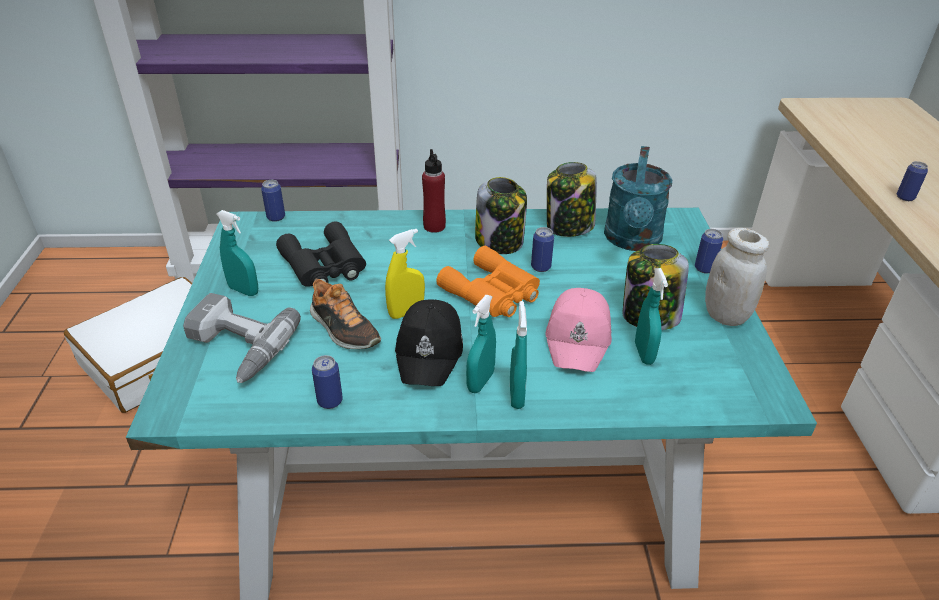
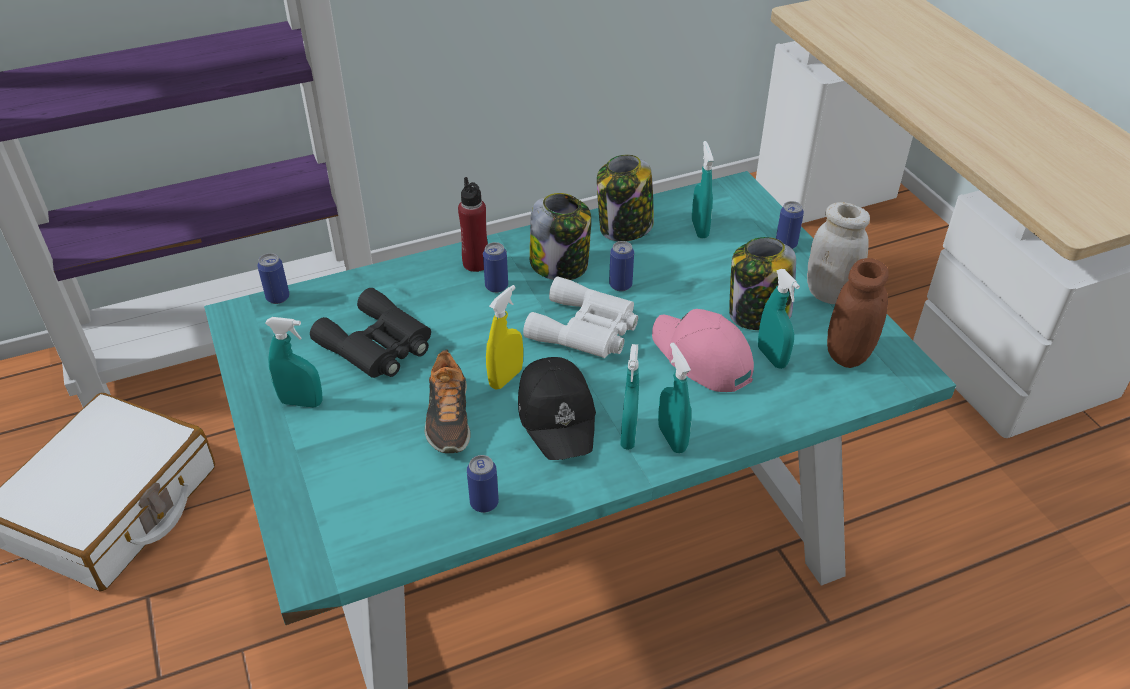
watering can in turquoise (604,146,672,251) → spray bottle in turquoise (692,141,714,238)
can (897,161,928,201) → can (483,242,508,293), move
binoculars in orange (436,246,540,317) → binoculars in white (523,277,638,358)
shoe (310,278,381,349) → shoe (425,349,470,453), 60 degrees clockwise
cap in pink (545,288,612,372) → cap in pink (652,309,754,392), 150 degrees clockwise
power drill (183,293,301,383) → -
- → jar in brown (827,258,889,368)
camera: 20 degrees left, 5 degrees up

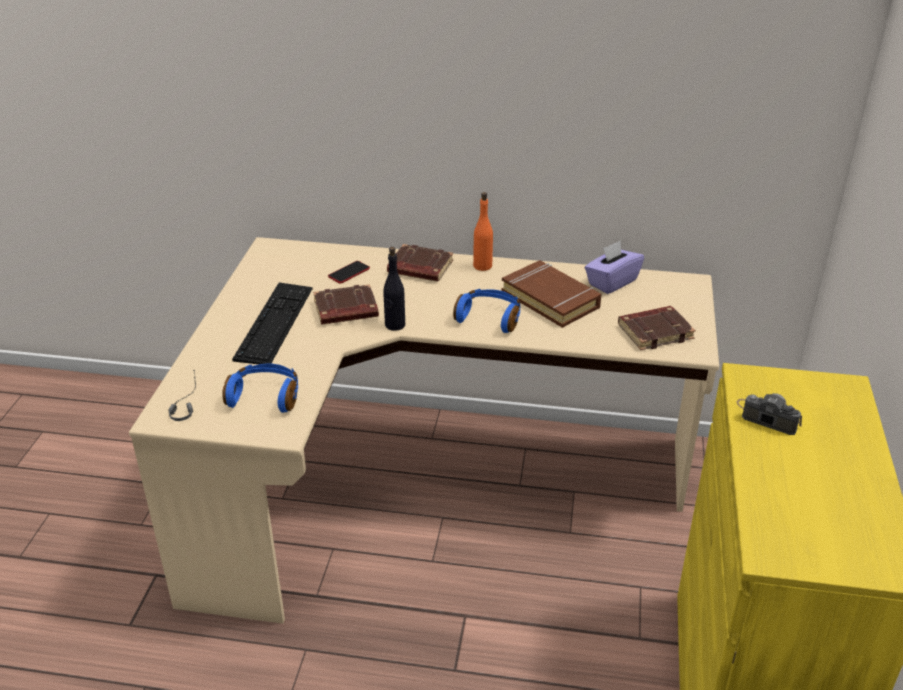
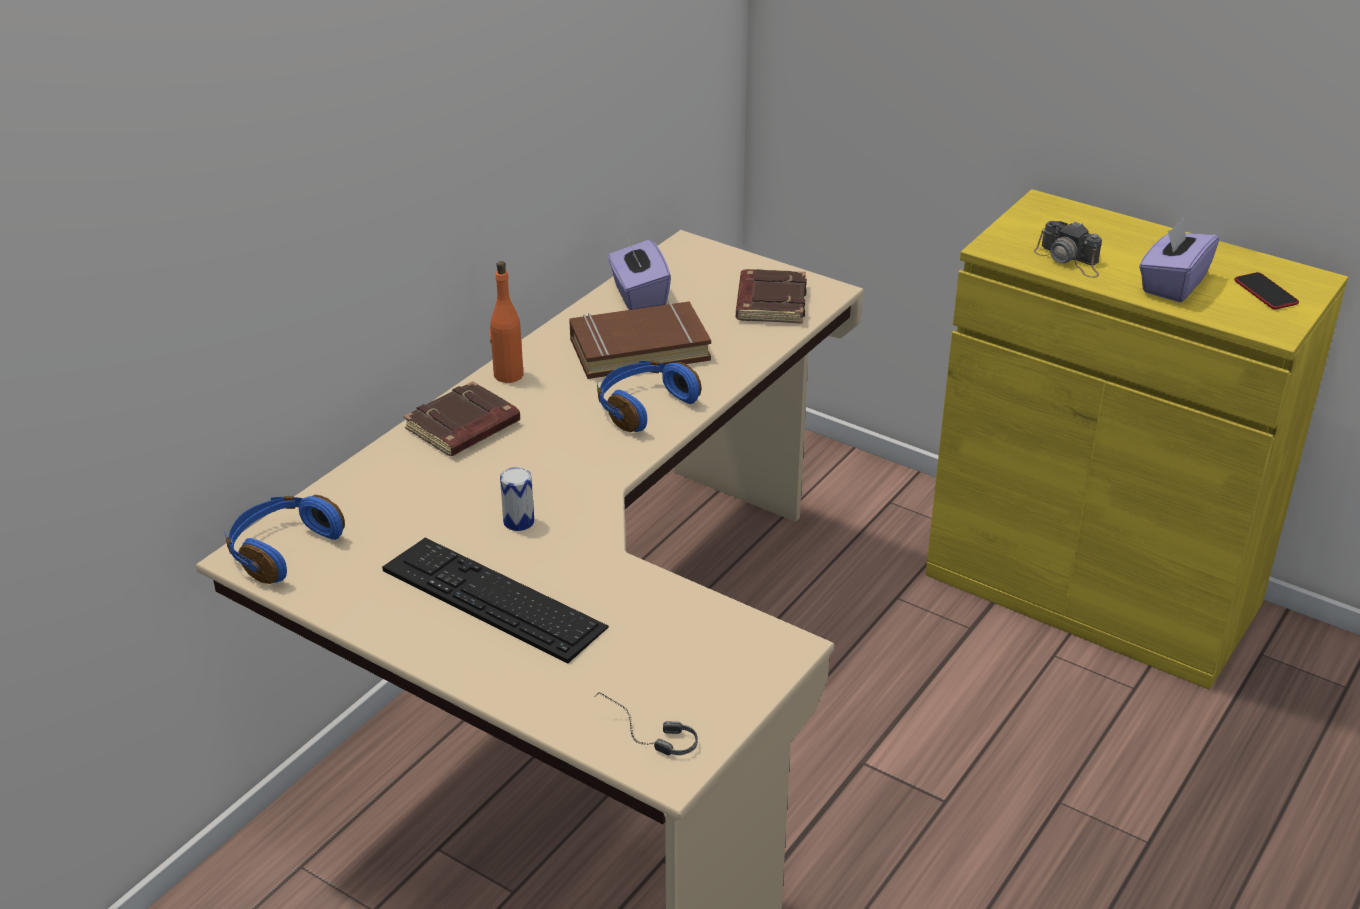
bottle in black (383,247,405,331) → -
phone (328,261,370,283) → phone (1235,272,1299,309), move
book in brown (313,284,379,325) → can (500,467,534,531)
headphones in blue (222,364,298,413) → headphones in blue (224,495,345,584), move
photo camera (736,393,802,435) → photo camera (1034,221,1102,278), 105 degrees counterclockwise
- → tissue box in purple (1139,218,1219,303)
camera: 65 degrees left, 0 degrees up

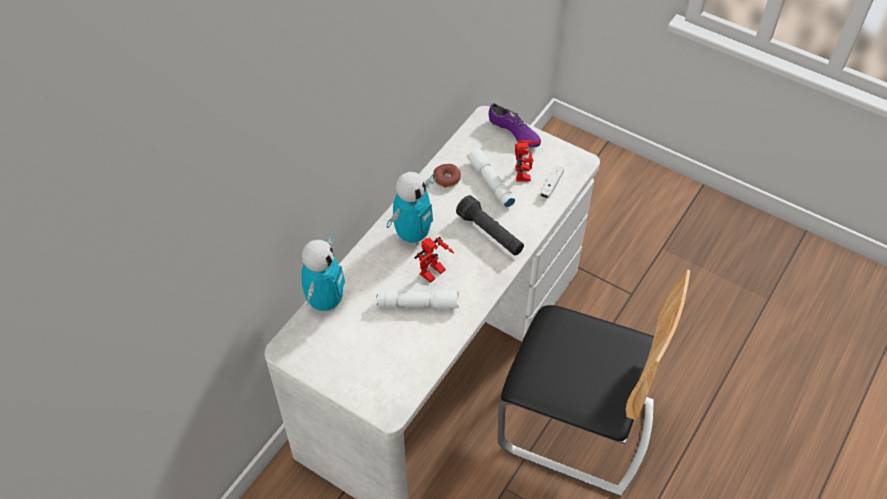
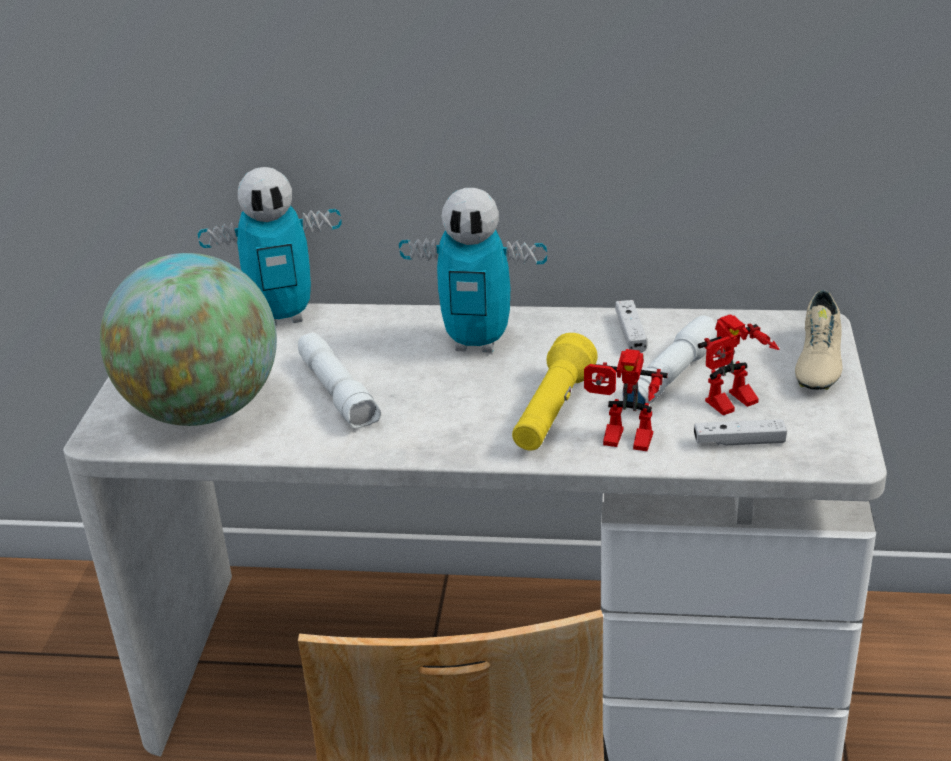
shoe in purple (489,103,541,148) → shoe in beige (795,290,843,390)
donut (433,164,461,188) → game controller in white (615,300,648,353)
flashlight in black (456,195,524,255) → flashlight in yellow (512,333,598,451)
toy robot (414,237,454,283) → toy robot (584,349,668,451), move
- → globe (100,253,277,426)
camera: 65 degrees right, 20 degrees down

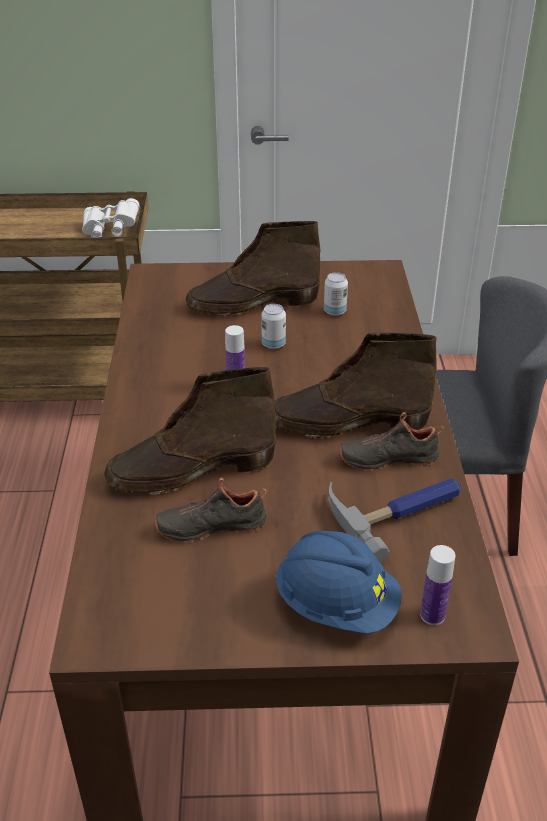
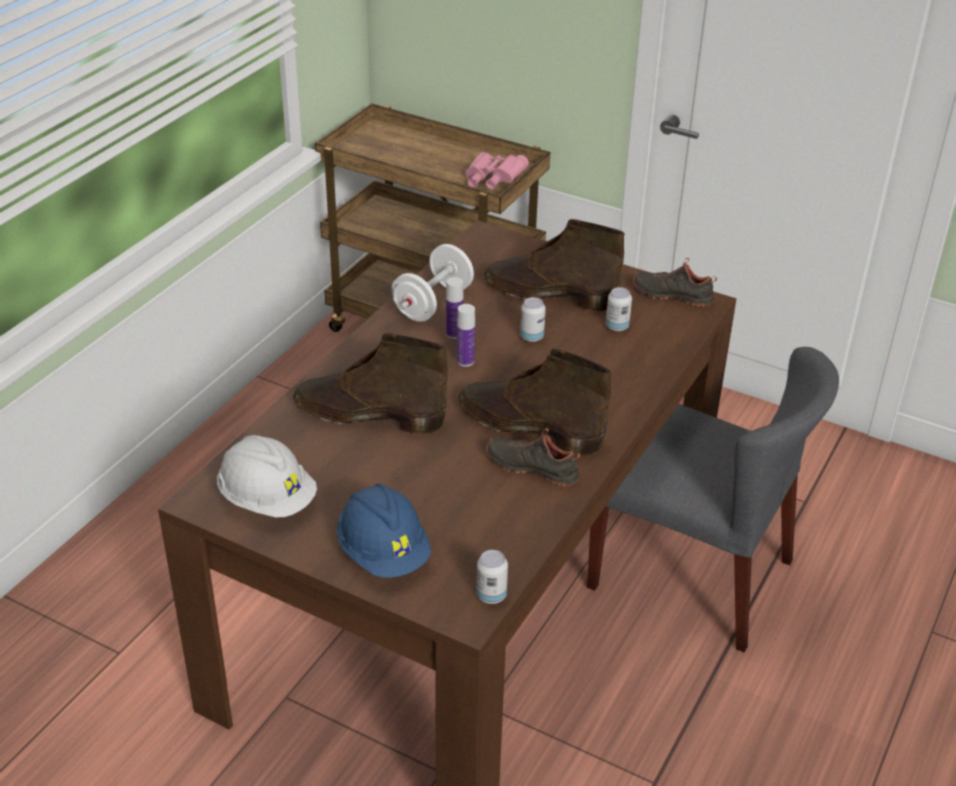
binoculars in white (82,198,139,237) → binoculars in pink (465,152,529,190)
shoe in black (154,477,267,542) → shoe in black (633,258,717,307), move
hammer (329,478,461,562) → -
bottle (420,545,455,625) → bottle (446,277,463,339), move
- → dumbbell in white (392,244,474,322)
- → hard hat in white (217,435,317,517)
- → can (476,550,508,604)
camera: 30 degrees right, 0 degrees up

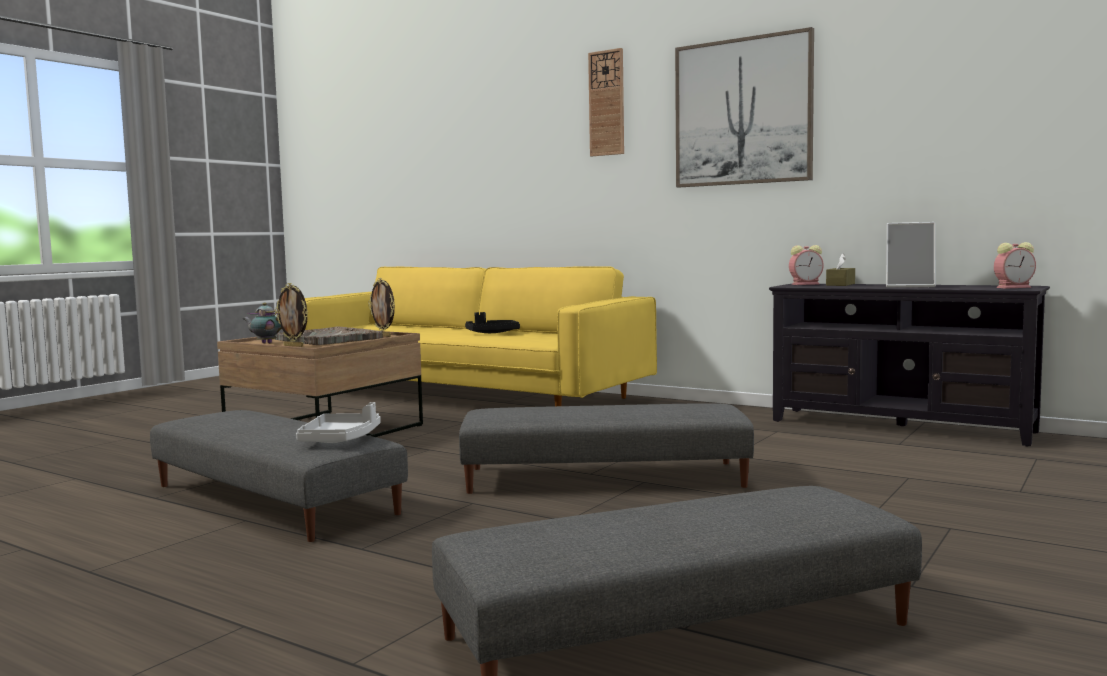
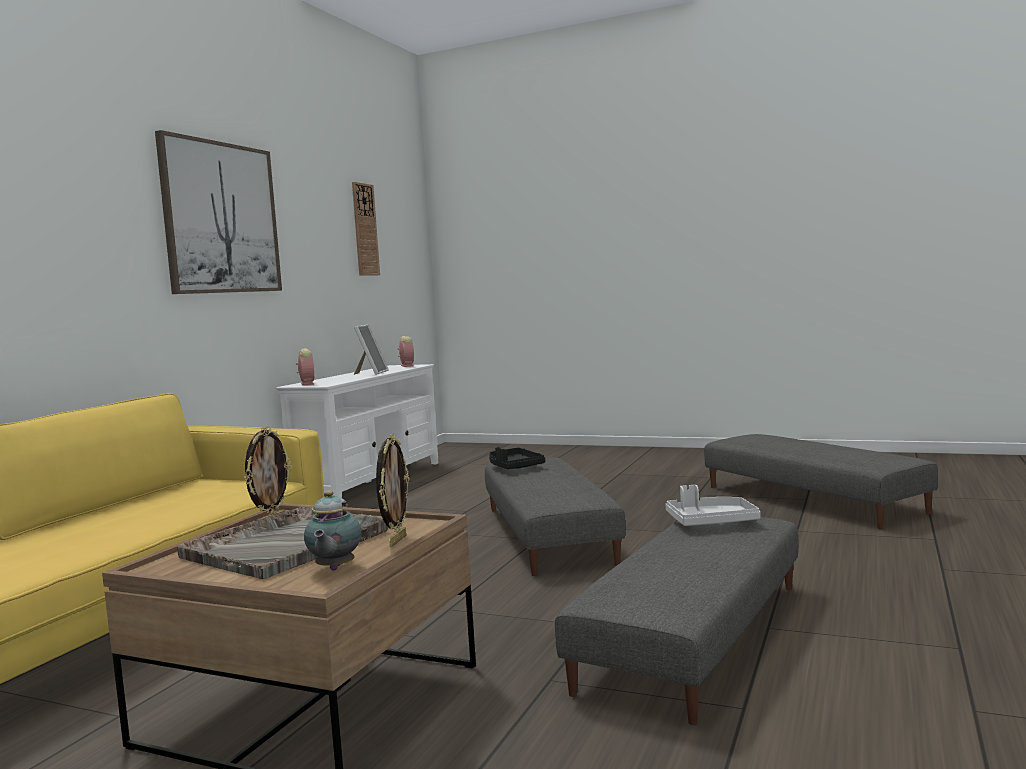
wall clock (588,48,624,156) → wall clock (352,182,380,276), move
tissue box in brown (826,253,855,286) → -
tv stand in black (769,284,1050,446) → tv stand in white (276,364,438,498)
tray in black (465,312,520,333) → tray in black (489,447,545,469), move
camera: 100 degrees left, 0 degrees up

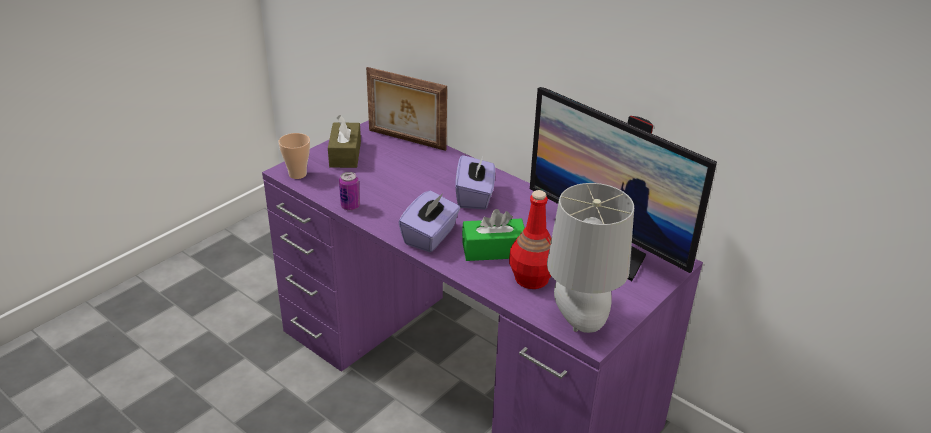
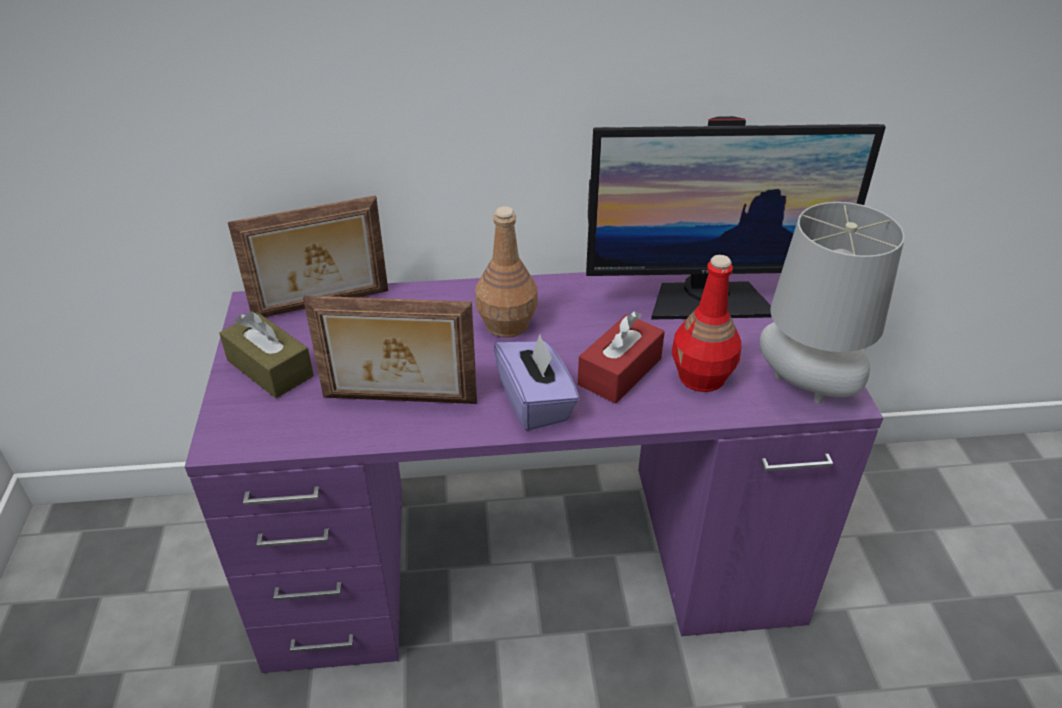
cup (278,133,310,179) → -
tissue box in purple (455,154,495,209) → bottle in brown (475,206,538,338)
can (339,172,360,211) → -
tissue box in green (462,209,525,261) → tissue box in red (578,311,665,404)
- → picture frame (303,296,477,404)
camera: 45 degrees left, 5 degrees up

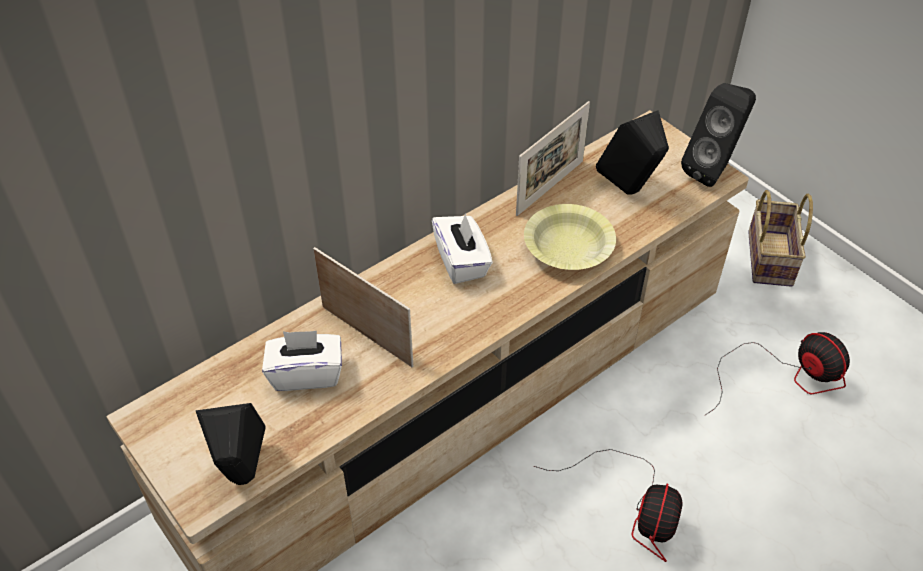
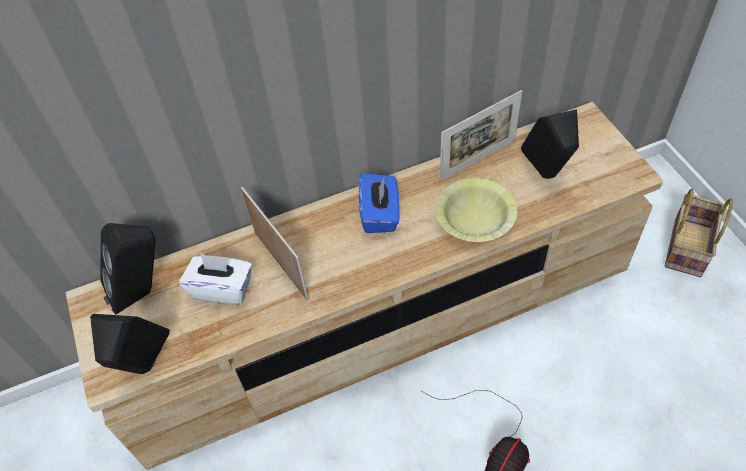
speaker in black (681,83,756,187) → speaker in black (100,223,156,314), move
tissue box in white (432,213,493,284) → tissue box in blue (359,173,400,233)
fan (704,332,850,416) → -
camera: 20 degrees right, 5 degrees up

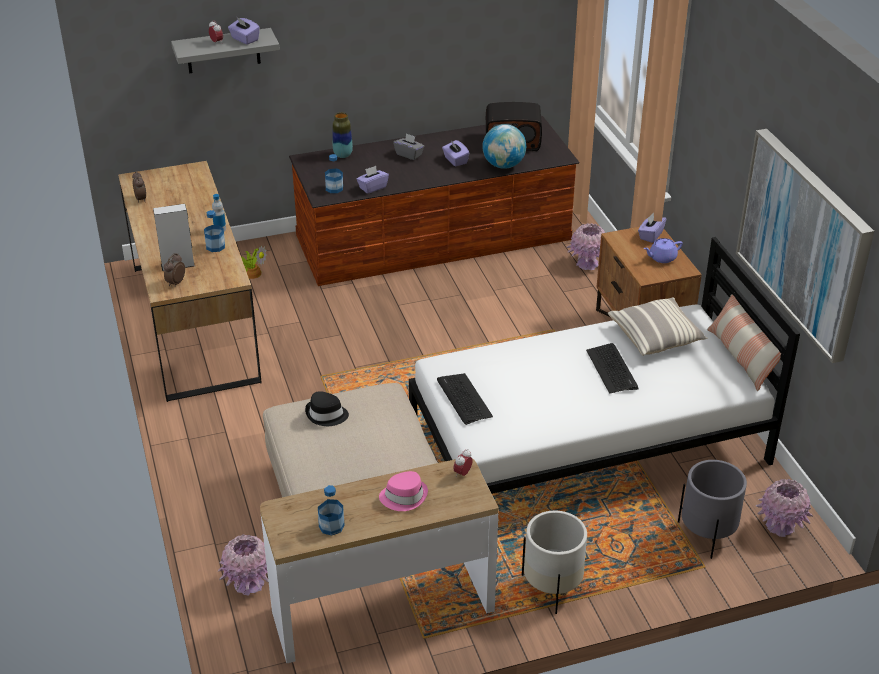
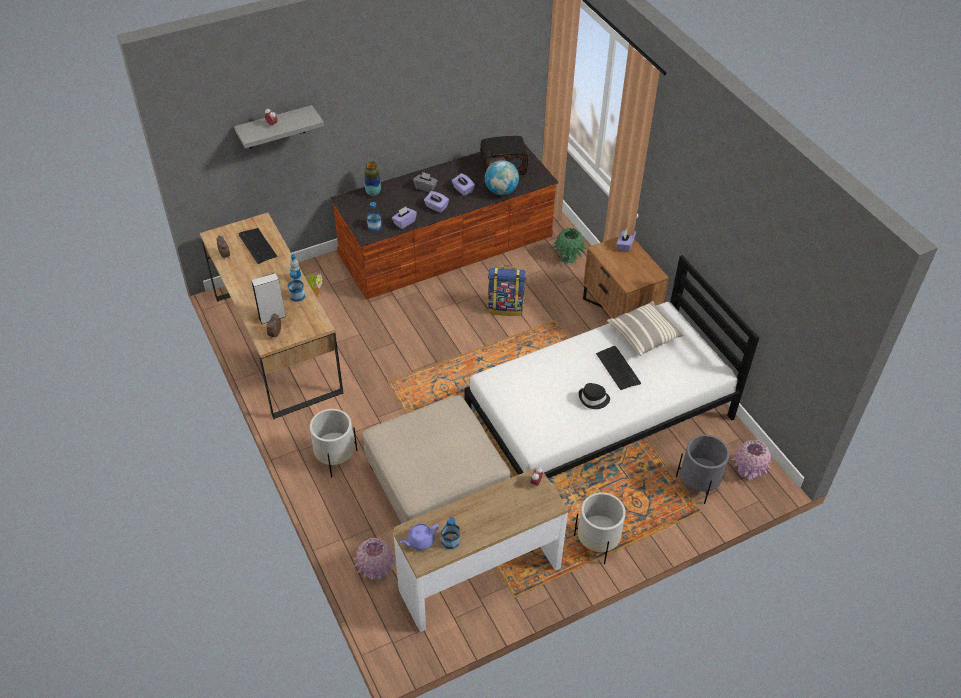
tissue box in purple (228,17,260,45) → tissue box in purple (424,191,449,213), move
picture (736,129,874,363) → -
vase in pink (567,223,605,270) → vase in green (553,228,587,263)
teapot in purple (643,238,683,263) → teapot in purple (400,524,439,551), move
pillow (707,294,781,391) → -
keyboard (437,373,493,425) → keyboard (238,228,277,264), move
hat in black (305,391,349,426) → hat in black (579,383,610,409), move
hat in pink (379,471,428,511) → -
- → backpack (488,265,526,316)
- → planter in white (310,409,357,477)
camera: 10 degrees left, 10 degrees up

